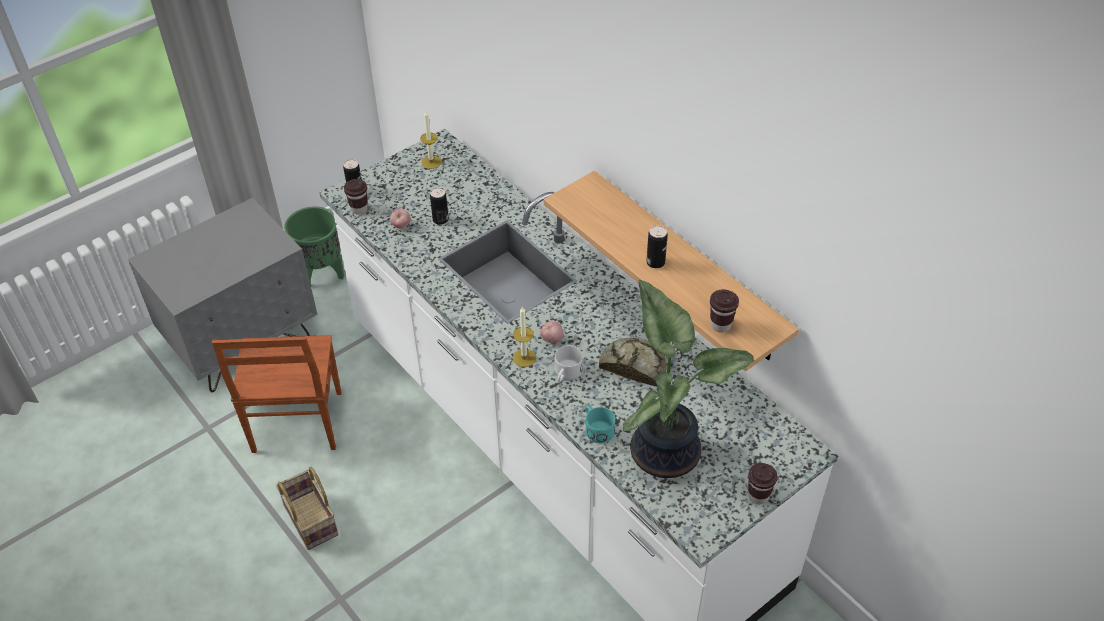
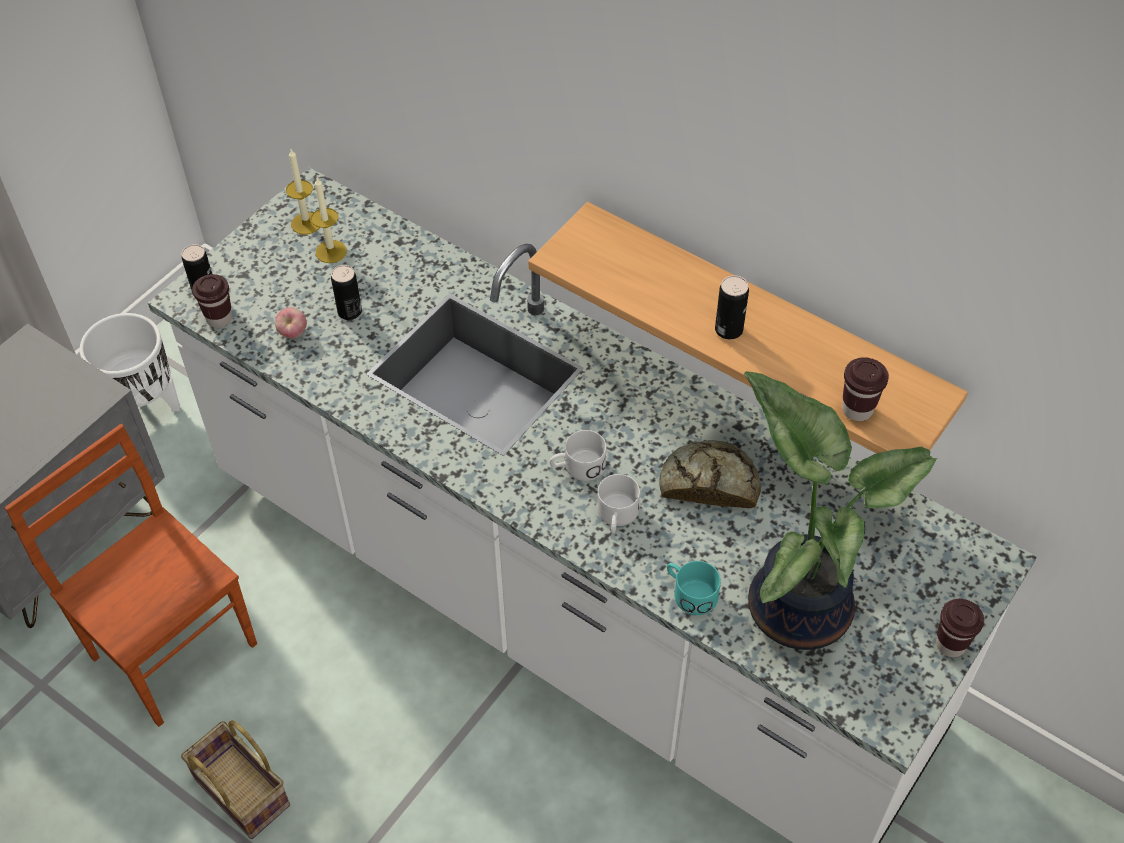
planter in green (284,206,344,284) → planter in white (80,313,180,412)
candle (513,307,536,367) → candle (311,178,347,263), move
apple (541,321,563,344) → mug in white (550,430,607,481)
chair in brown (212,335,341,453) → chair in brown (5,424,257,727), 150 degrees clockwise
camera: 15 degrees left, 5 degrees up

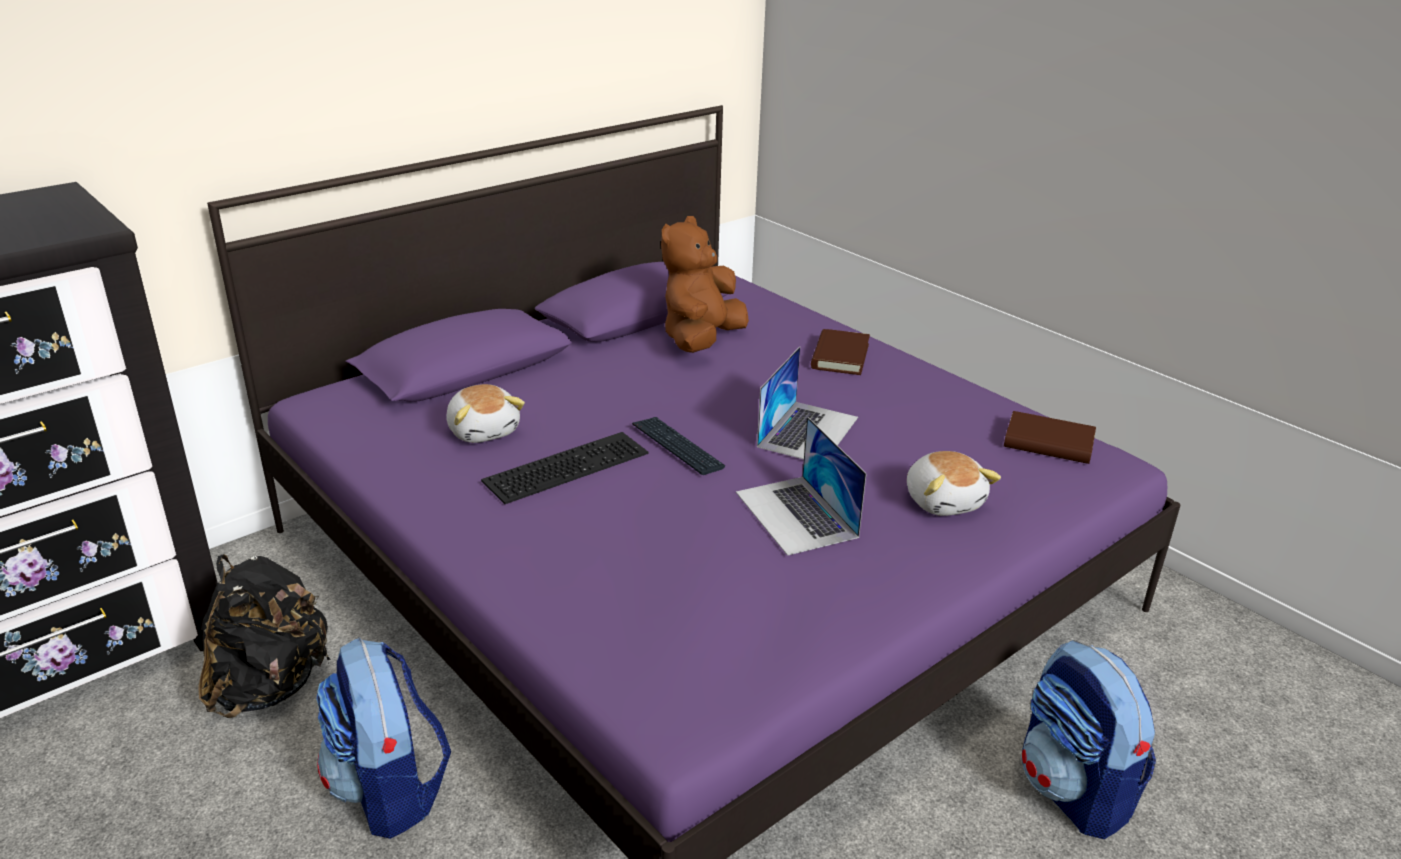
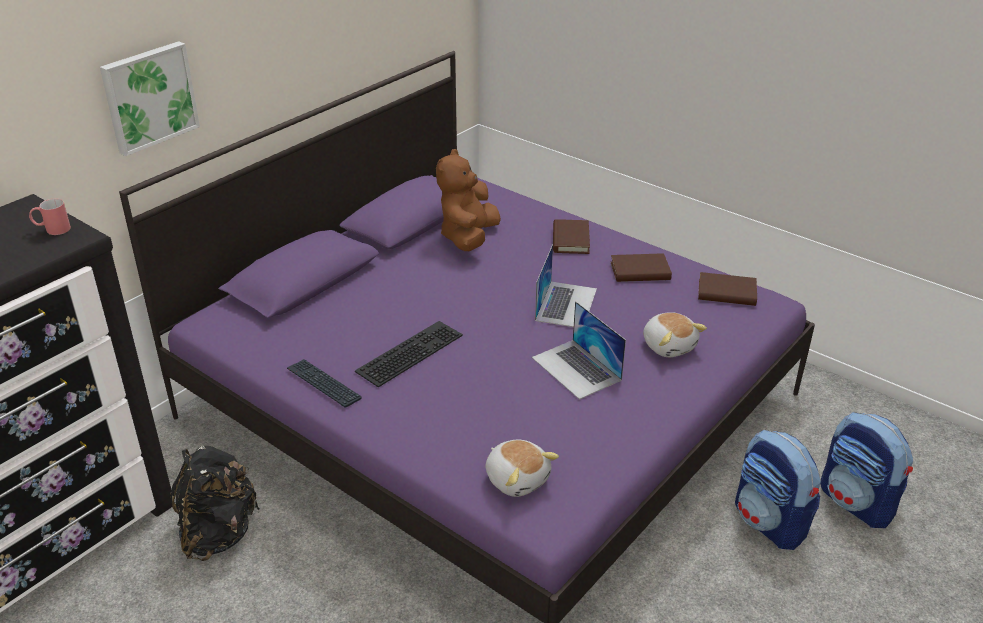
plush toy (446,384,525,443) → plush toy (486,440,559,497), move
keyboard (632,417,725,475) → keyboard (287,359,362,408), move
backpack (316,638,451,839) → backpack (820,412,913,528), move
- → picture (100,41,200,156)
- → mug in red (29,199,71,235)
- → book in brown (611,253,672,282)
camera: 10 degrees left, 5 degrees up

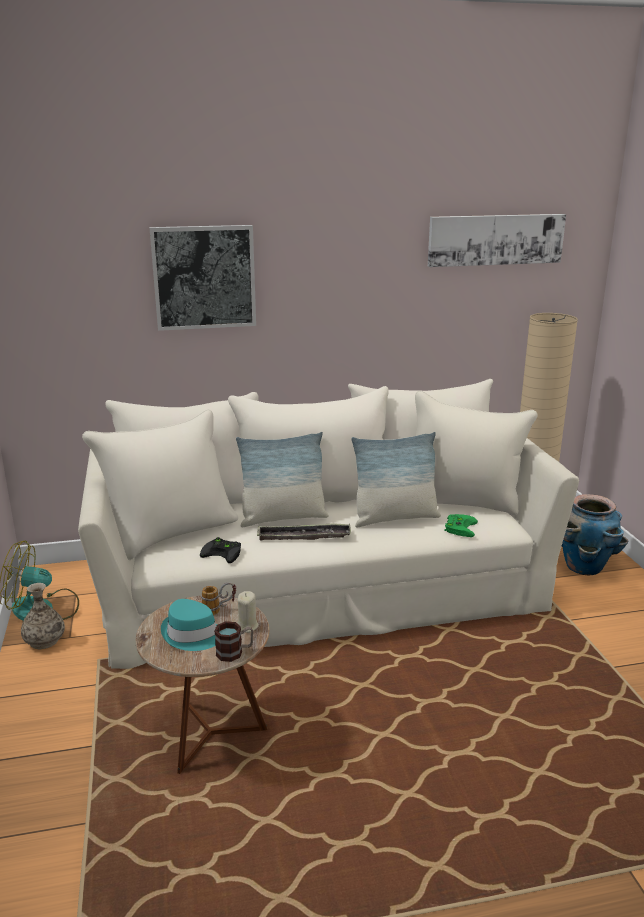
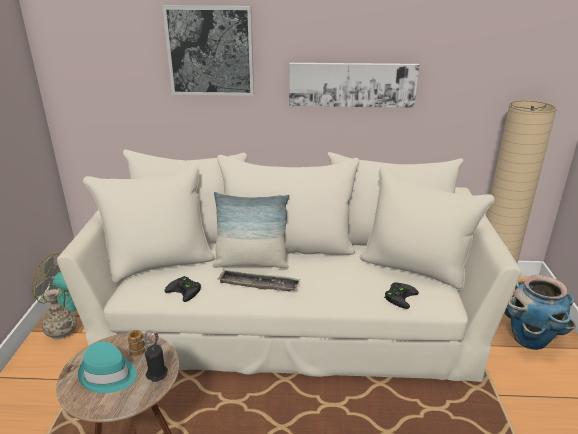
picture (428,214,566,267) → picture (289,63,419,108), move
pillow (351,432,441,527) → -
game controller in green (445,514,478,537) → game controller in black (384,282,419,309)
candle in beige (237,591,259,633) → candle in black (145,344,168,382)
mug (214,621,253,662) → -
camera: 15 degrees right, 5 degrees up

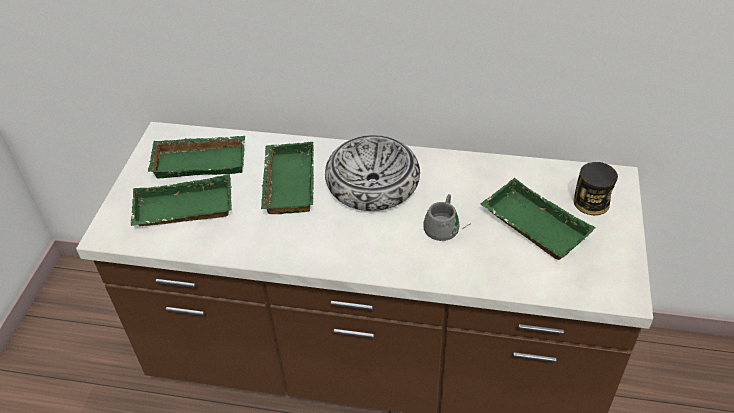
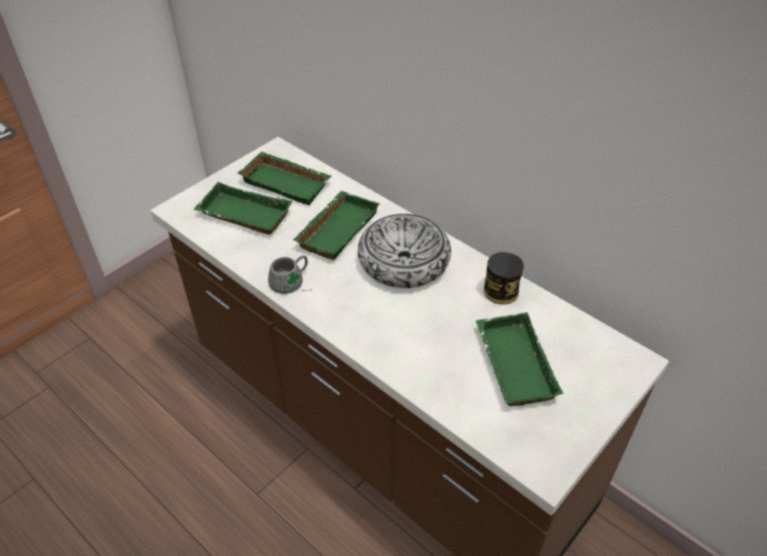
can (573,162,618,215) → can (484,252,524,305), move
mug in grey (423,194,470,241) → mug in grey (268,255,311,294), move
camera: 30 degrees right, 0 degrees up

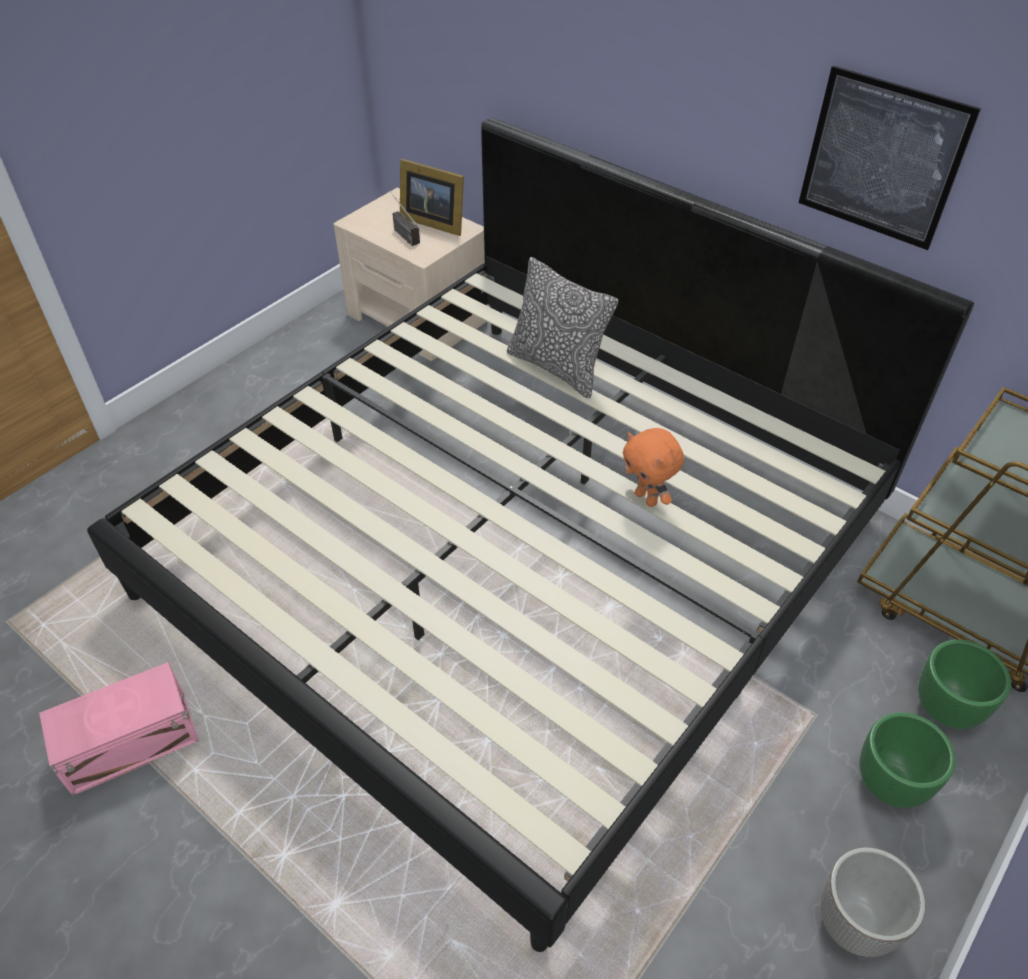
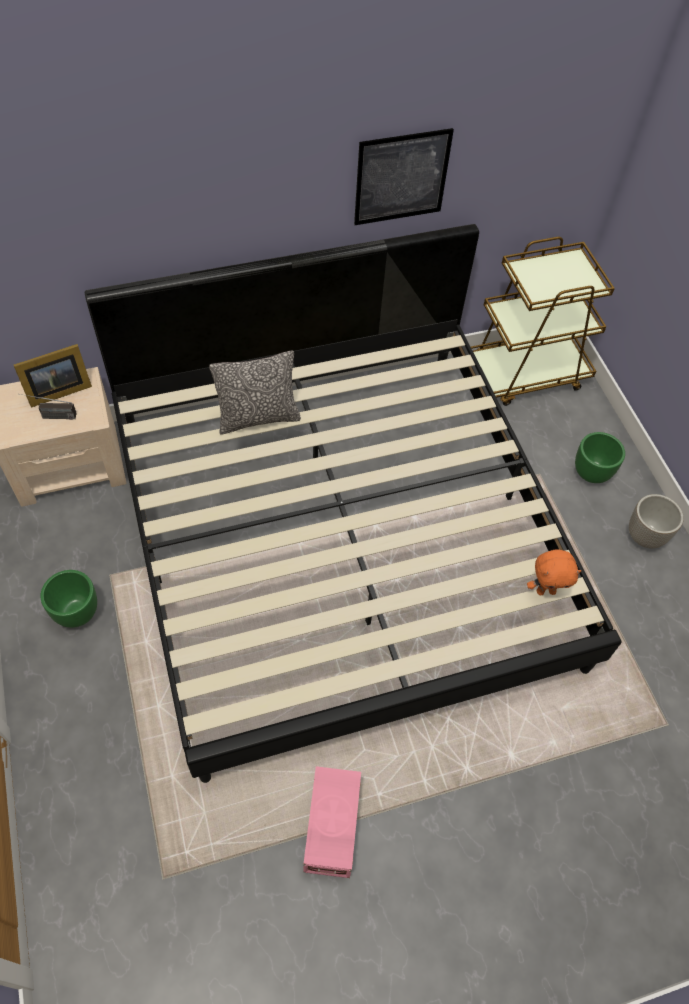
plush toy in orange (623,428,684,507) → plush toy in orange (527,549,582,595), move
planter in green (918,640,1011,729) → planter in green (40,570,97,628), move
camera: 60 degrees left, 10 degrees up

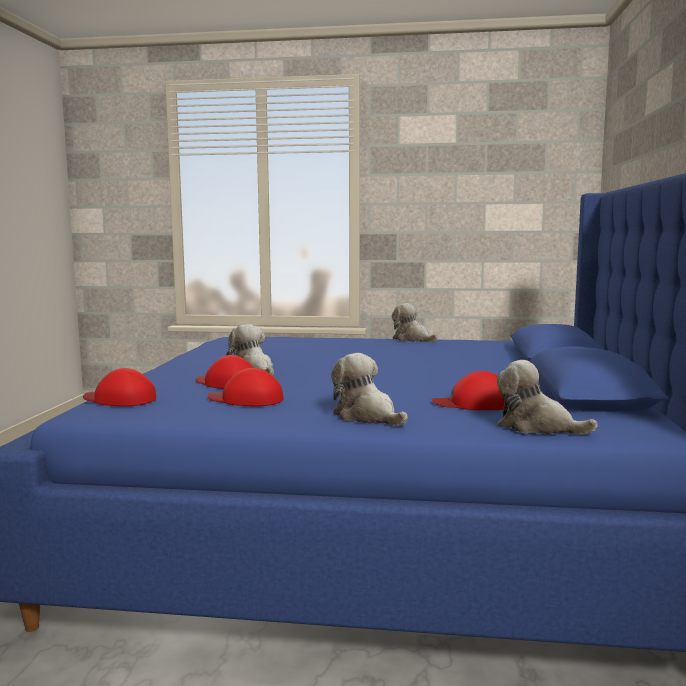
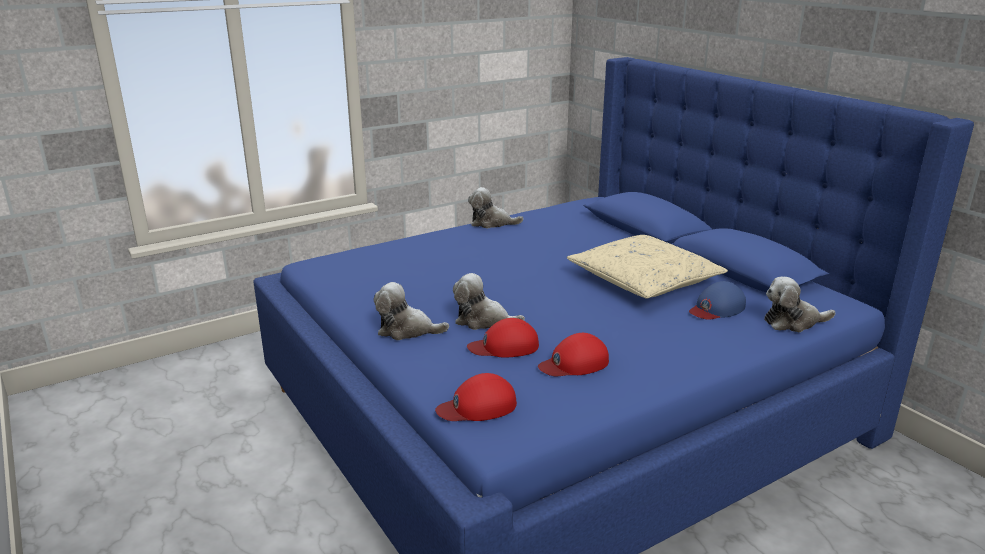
plush toy (331,353,408,426) → plush toy (374,282,449,340), move
cap in red (431,371,505,410) → cap in blue (689,281,746,320)
- → pillow in beige (567,235,728,298)
camera: 40 degrees left, 15 degrees up

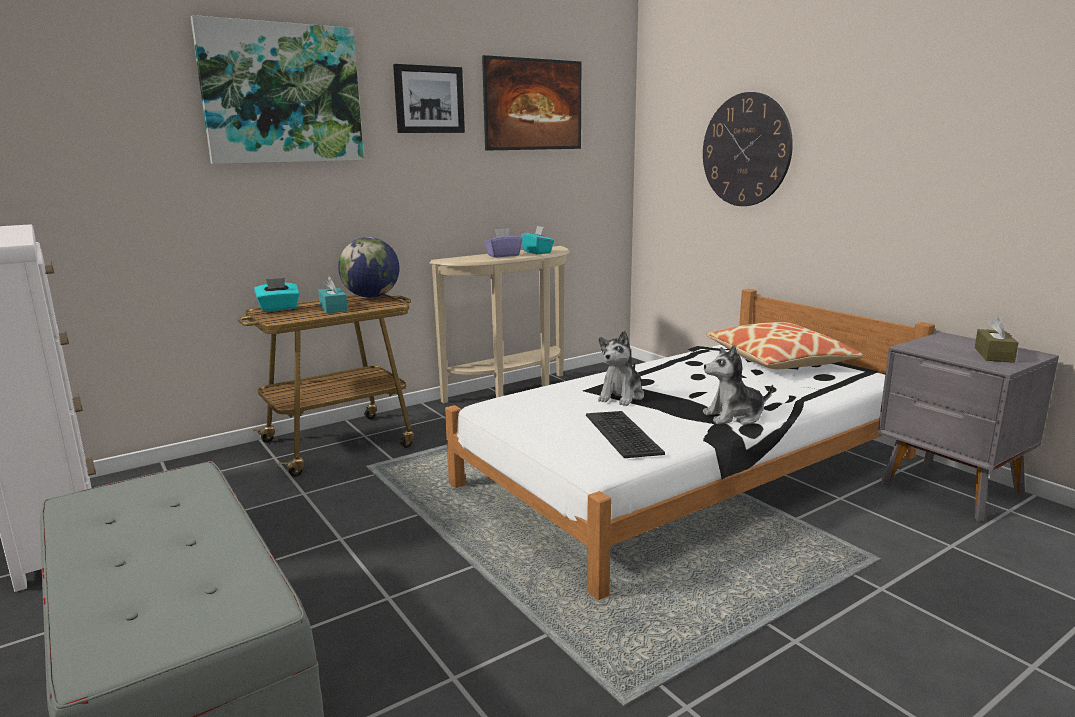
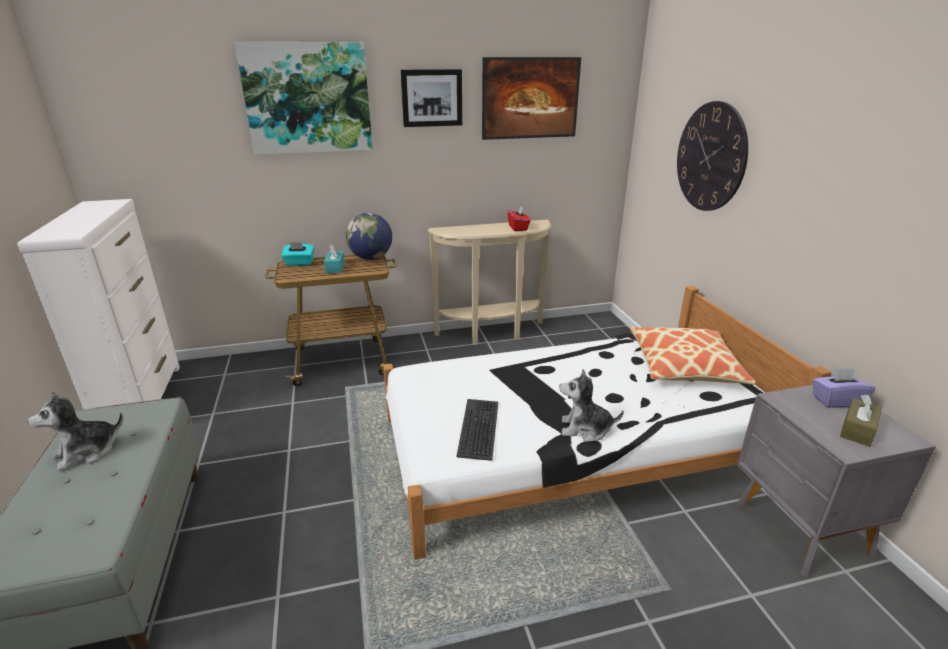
tissue box in turquoise (521,226,554,254) → tissue box in red (507,206,530,231)
tissue box in purple (484,228,523,257) → tissue box in purple (812,368,875,408), move
plush toy (598,331,644,406) → plush toy (27,392,123,471), move
camera: 20 degrees right, 10 degrees up

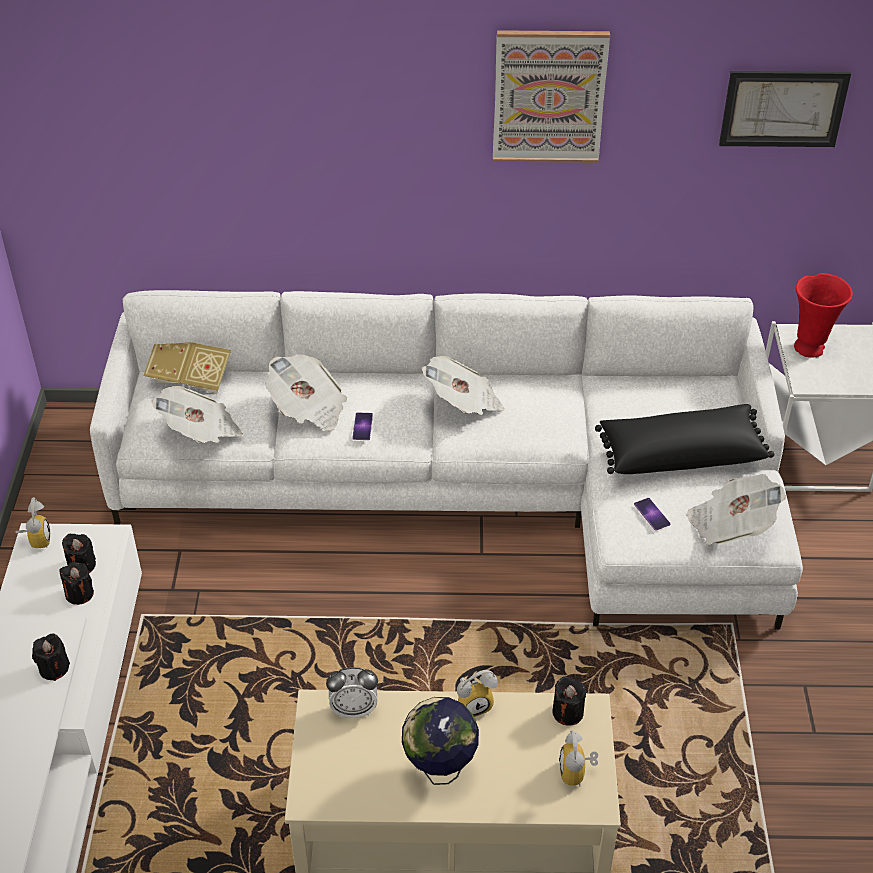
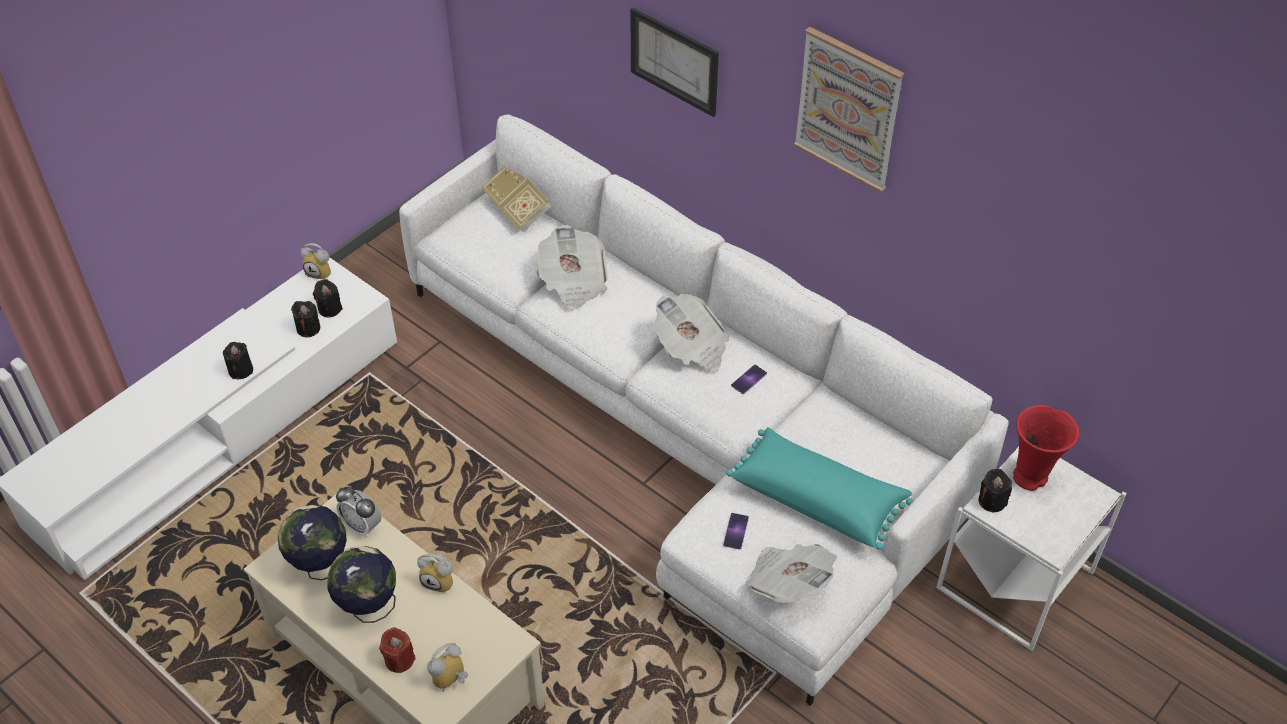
picture (719,71,851,147) → picture (630,8,719,117), move
newspaper (152,386,243,443) → -
pillow in black (595,404,774,474) → pillow in turquoise (726,427,913,550)
phone (352,412,373,440) → phone (731,365,767,394), move
alarm clock (15,497,50,548) → alarm clock (301,243,331,280), 75 degrees clockwise
candle in black (552,676,586,726) → candle in black (978,469,1012,512), move
- → globe (278,504,347,580)
- → candle in red (379,627,416,673)
camera: 40 degrees right, 5 degrees up

